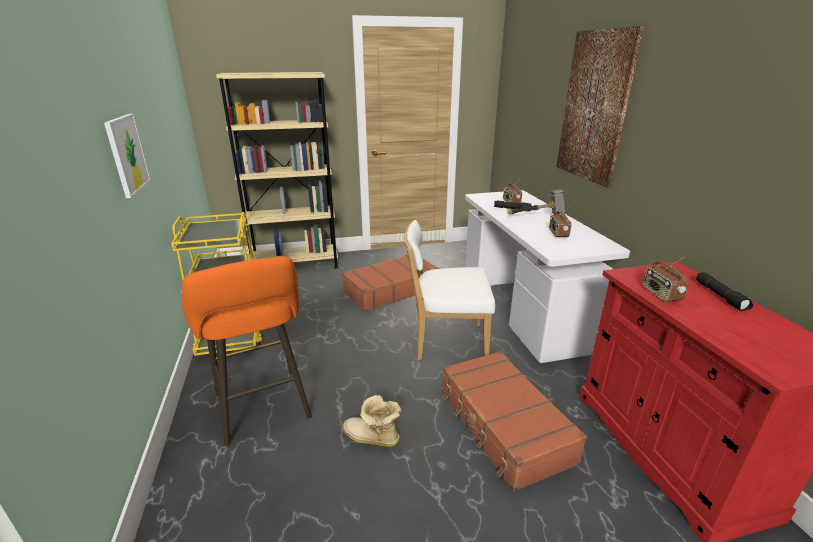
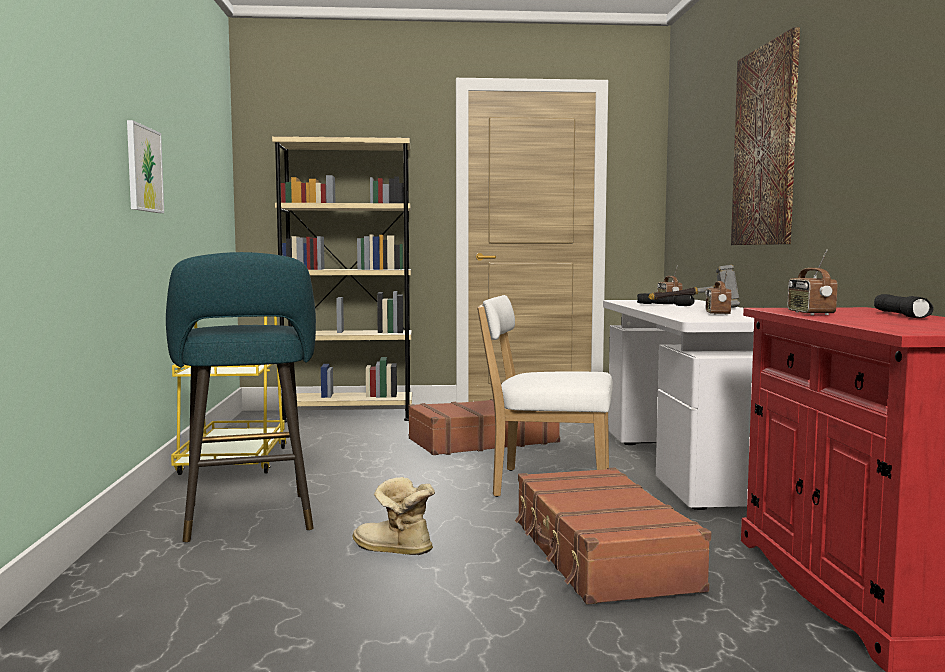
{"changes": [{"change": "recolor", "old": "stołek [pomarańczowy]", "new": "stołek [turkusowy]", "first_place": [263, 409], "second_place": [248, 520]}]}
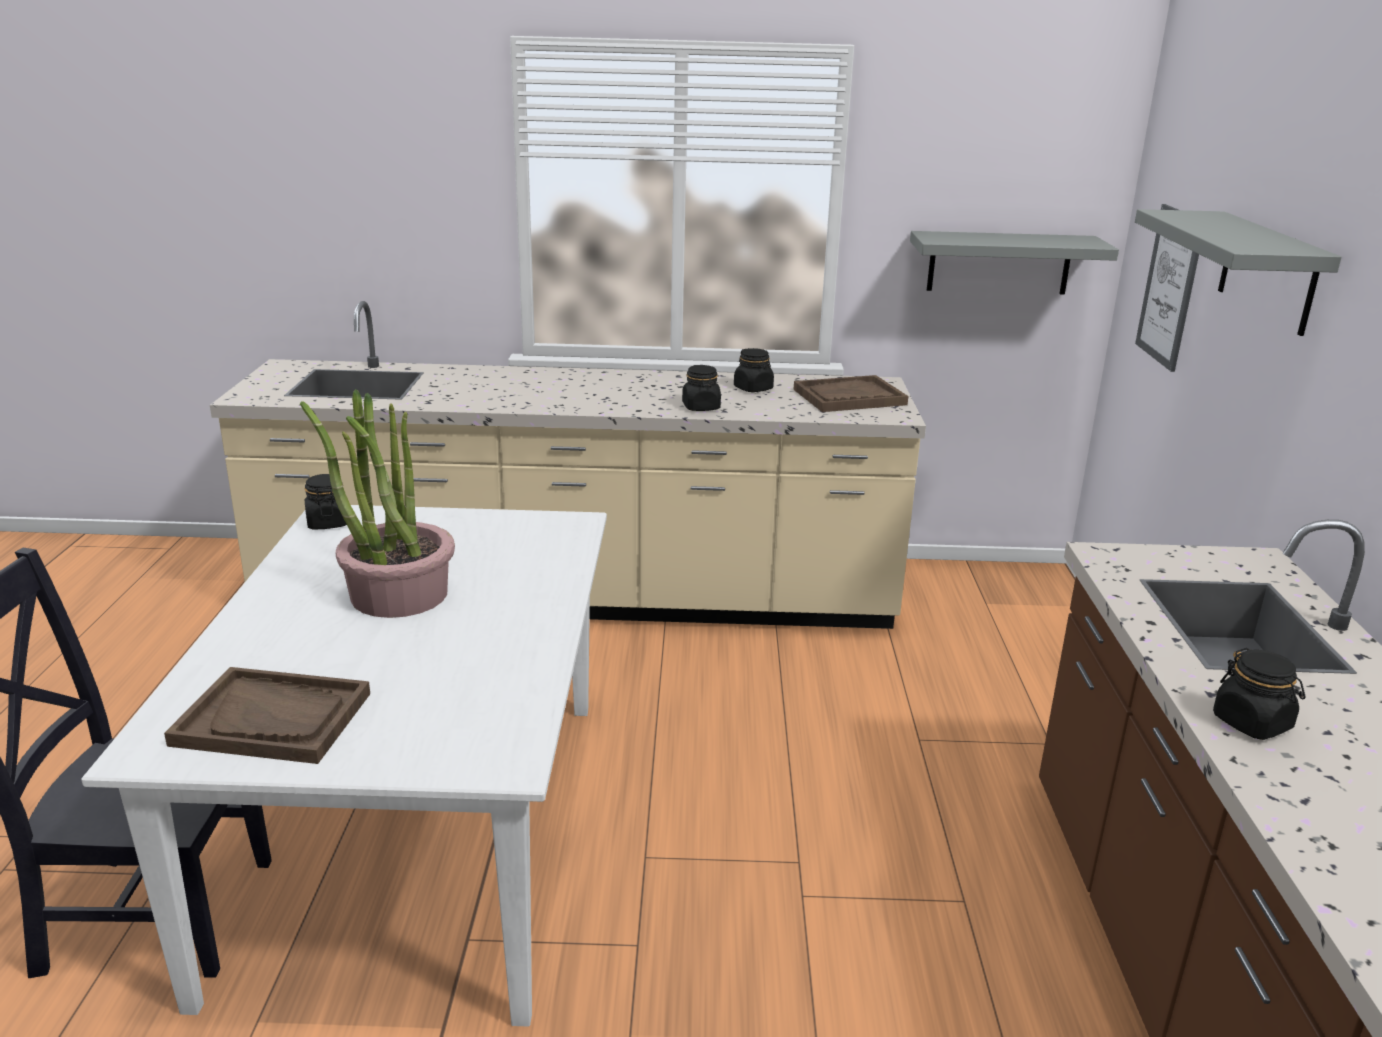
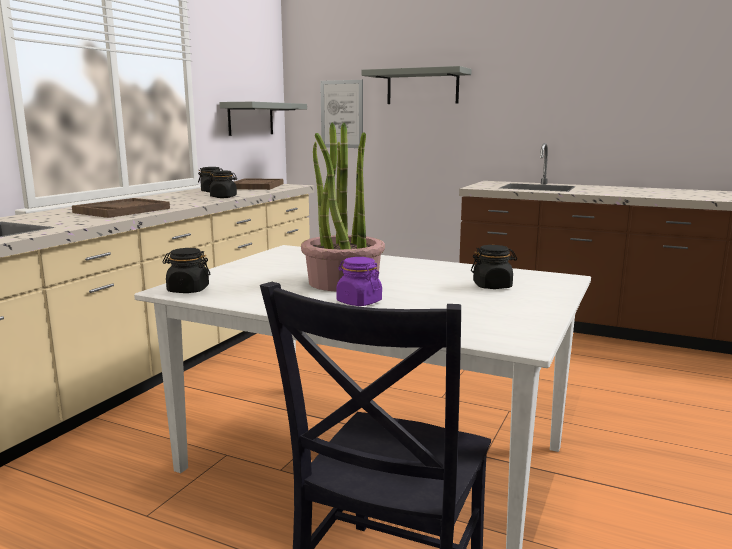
{"changes": [{"change": "move", "old": "słoik [czarny]", "first_place": [1252, 723], "second_place": [492, 286]}, {"change": "move", "old": "taca [brązowy]", "first_place": [273, 719], "second_place": [122, 210]}, {"change": "insert", "new": "słoik [fioletowy]", "second_place": [359, 302]}]}
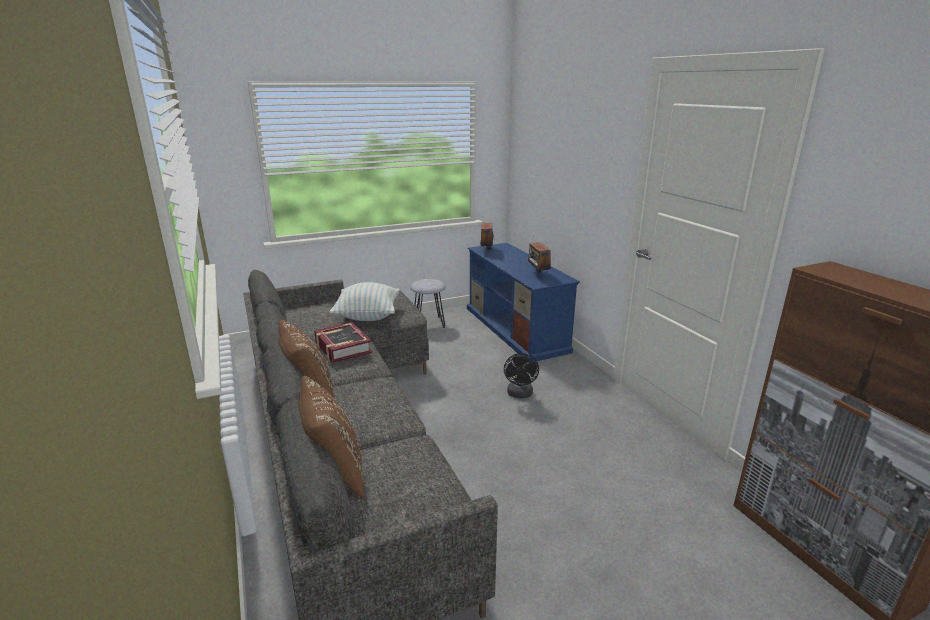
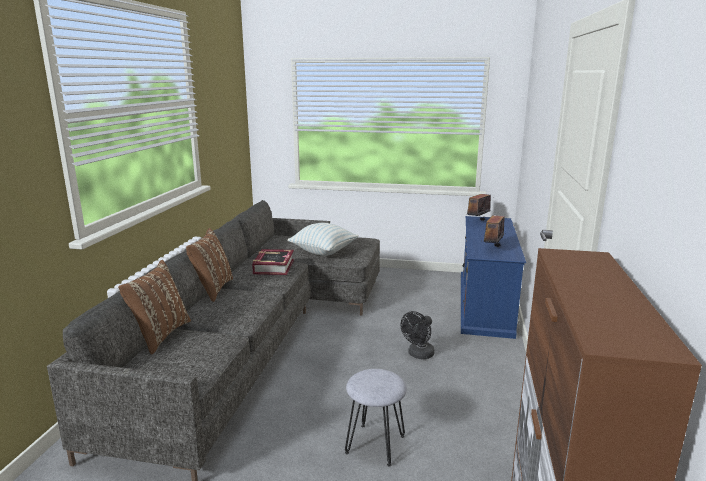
{"changes": [{"change": "move", "old": "stołek [szary]", "first_place": [428, 323], "second_place": [374, 444]}]}
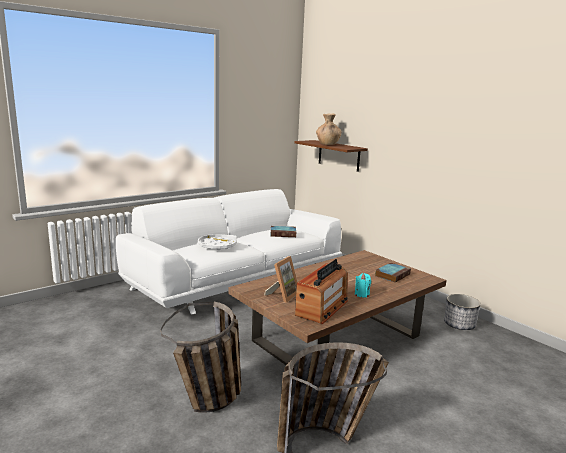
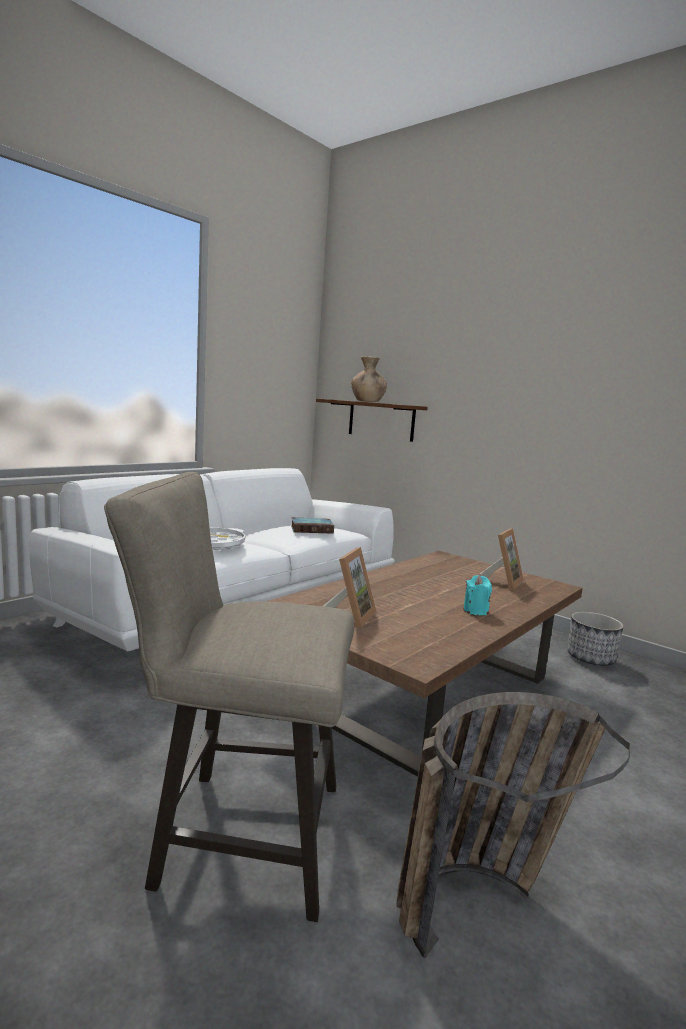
{"changes": [{"change": "delete", "old": "radio", "first_place": [322, 308]}, {"change": "replace", "old": "książka", "new": "ramka na zdjęcie", "first_place": [392, 275], "second_place": [502, 582]}, {"change": "replace", "old": "koszyk", "new": "stołek [beżowy]", "first_place": [210, 403], "second_place": [235, 833]}]}
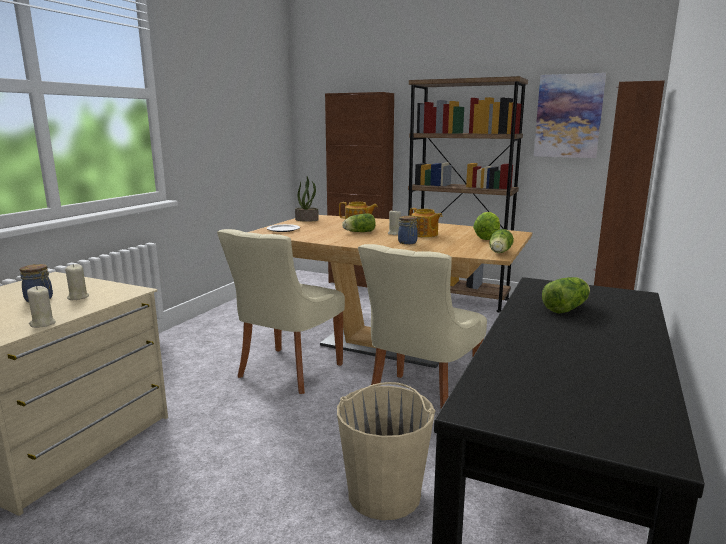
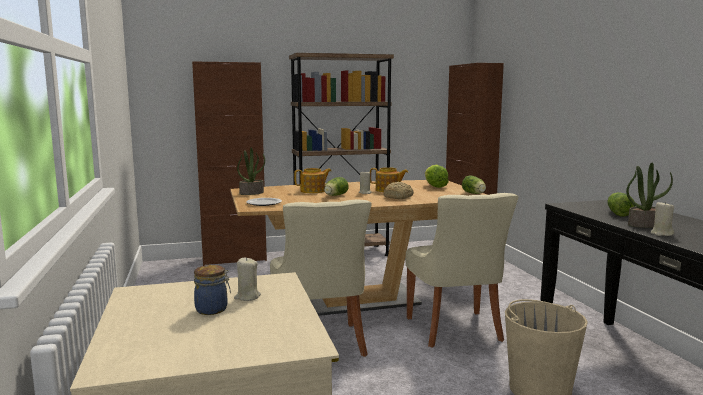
{"changes": [{"change": "delete", "old": "obraz", "first_place": [568, 116]}, {"change": "replace", "old": "słoik", "new": "chleb", "first_place": [407, 242], "second_place": [399, 197]}, {"change": "move", "old": "świeca [beżowy]", "first_place": [42, 324], "second_place": [661, 234]}, {"change": "insert", "new": "roślina doniczkowa", "second_place": [644, 225]}]}
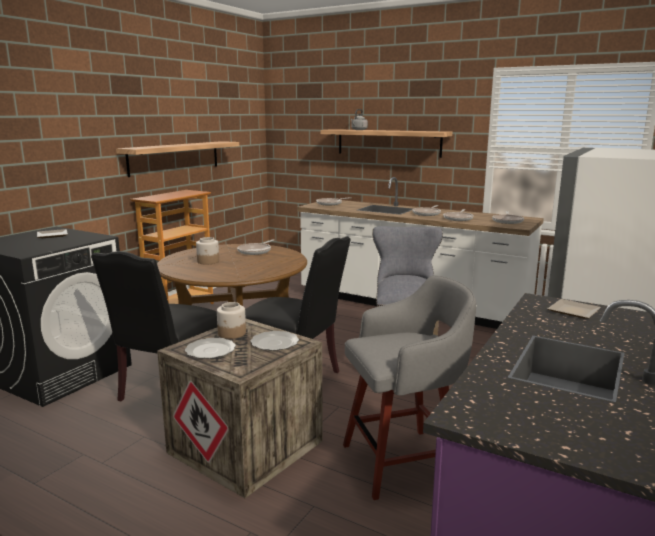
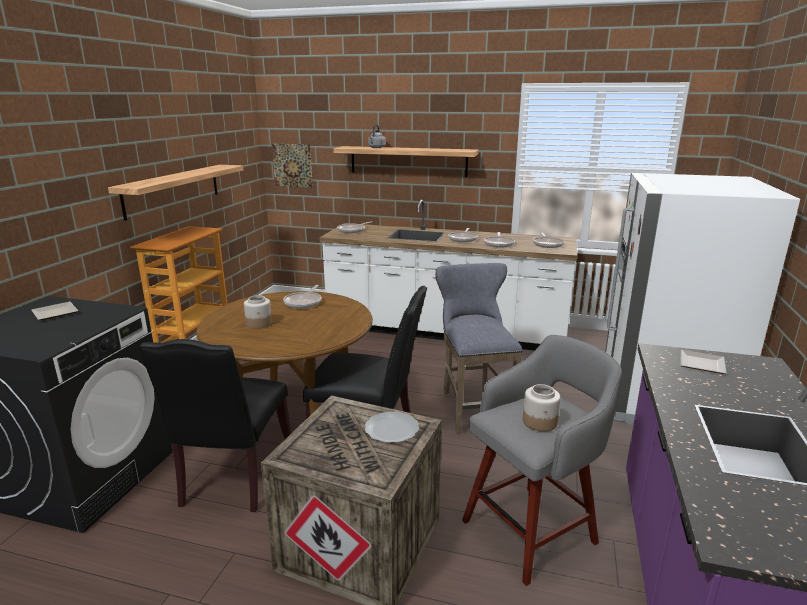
{"changes": [{"change": "move", "old": "słoik", "first_place": [232, 333], "second_place": [540, 422]}, {"change": "delete", "old": "talerz", "first_place": [209, 350]}, {"change": "insert", "new": "obraz", "second_place": [292, 165]}]}
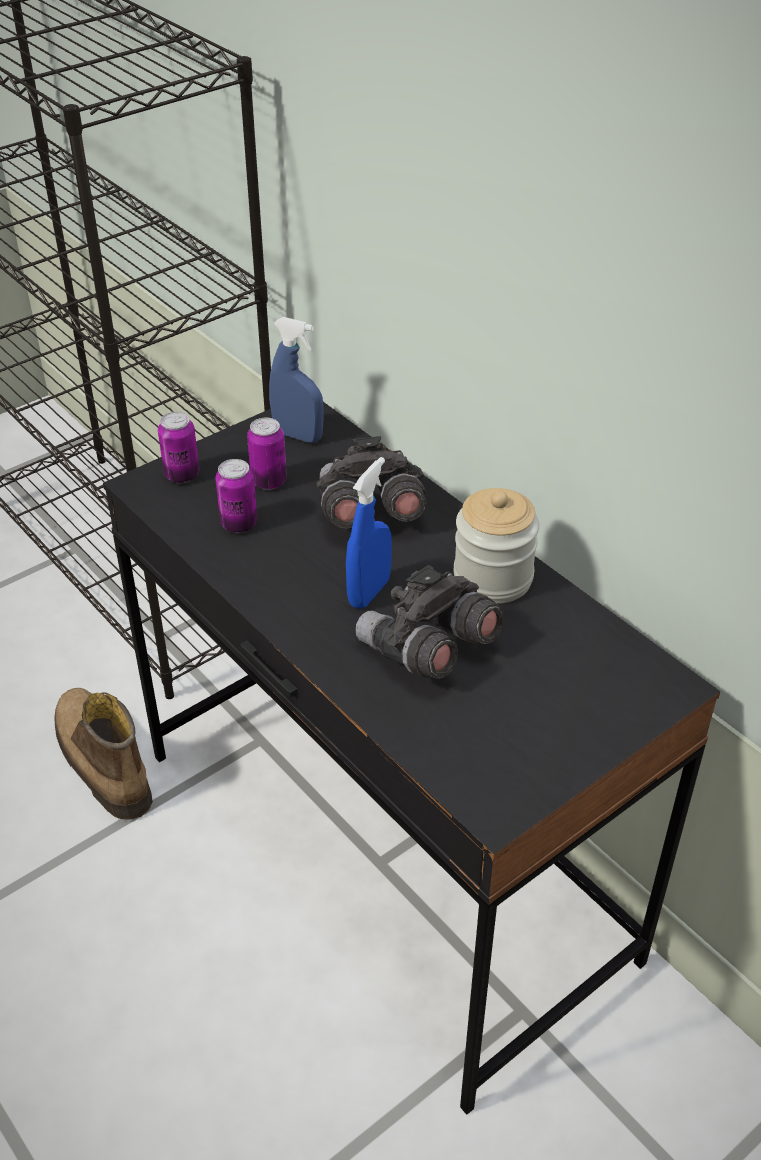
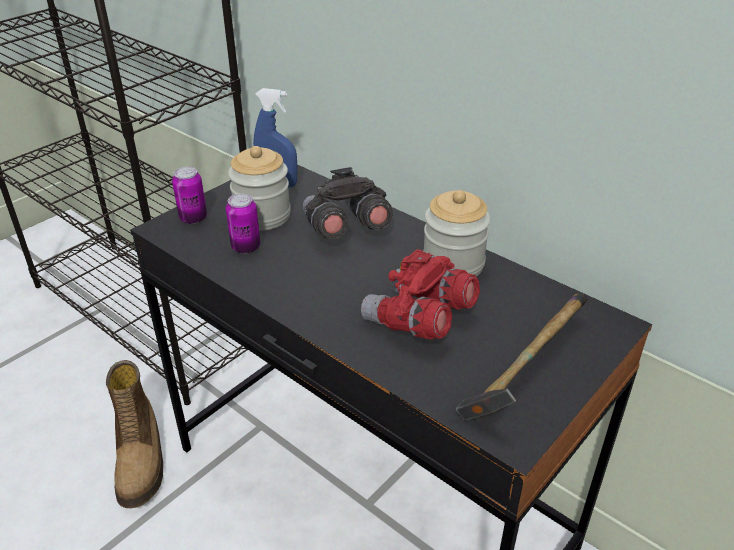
{"changes": [{"change": "replace", "old": "puszka", "new": "słoik", "first_place": [269, 481], "second_place": [262, 216]}, {"change": "delete", "old": "spryskiwacz [niebieski]", "first_place": [369, 592]}, {"change": "recolor", "old": "lornetka [szary]", "new": "lornetka [czerwony]", "first_place": [427, 649], "second_place": [419, 320]}, {"change": "rotate", "old": "but z cholewką", "first_place": [101, 763], "second_place": [141, 459], "degrees": -150}, {"change": "insert", "new": "młotek", "second_place": [525, 371]}]}
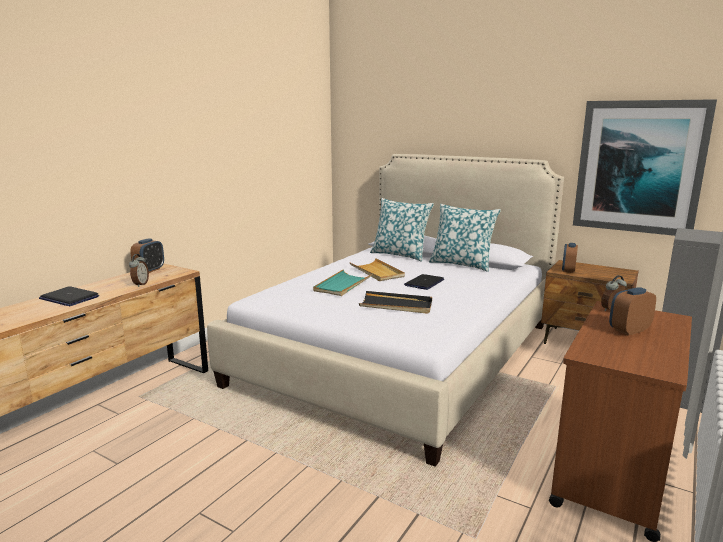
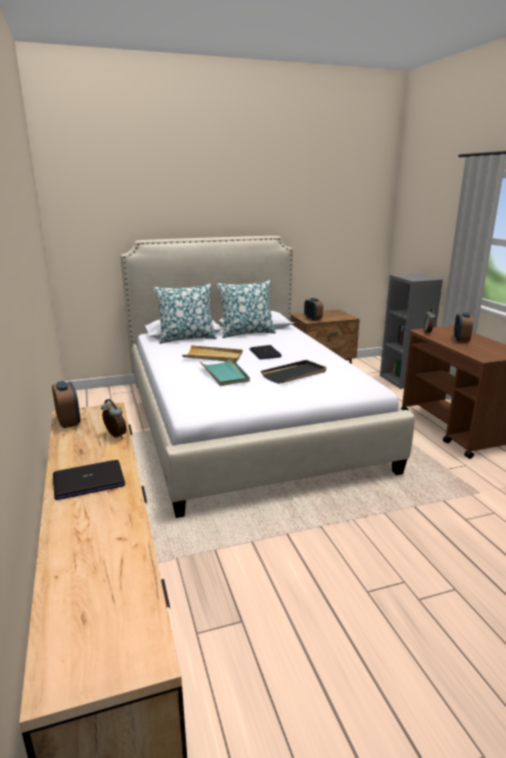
{"changes": [{"change": "delete", "old": "obraz", "first_place": [639, 167]}]}
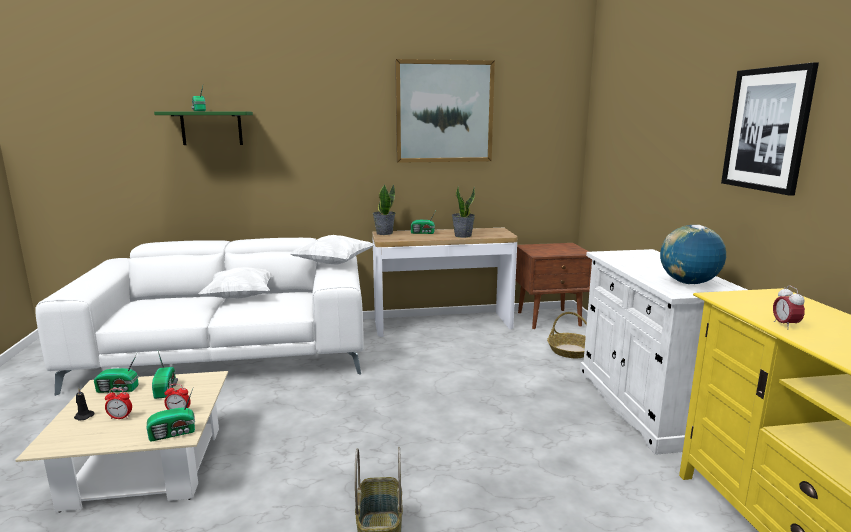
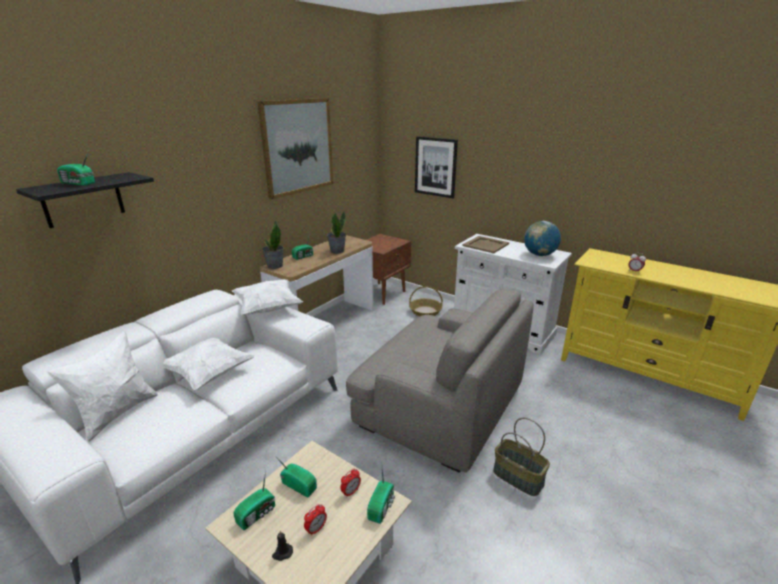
{"changes": [{"change": "move", "old": "obraz", "first_place": [767, 129], "second_place": [435, 167]}, {"change": "recolor", "old": "półka [zielony]", "new": "półka [czarny]", "first_place": [211, 128], "second_place": [83, 200]}, {"change": "insert", "new": "taca [beżowy]", "second_place": [486, 245]}, {"change": "insert", "new": "fotel [szary]", "second_place": [439, 406]}, {"change": "insert", "new": "poduszka [biały]", "second_place": [117, 413]}]}
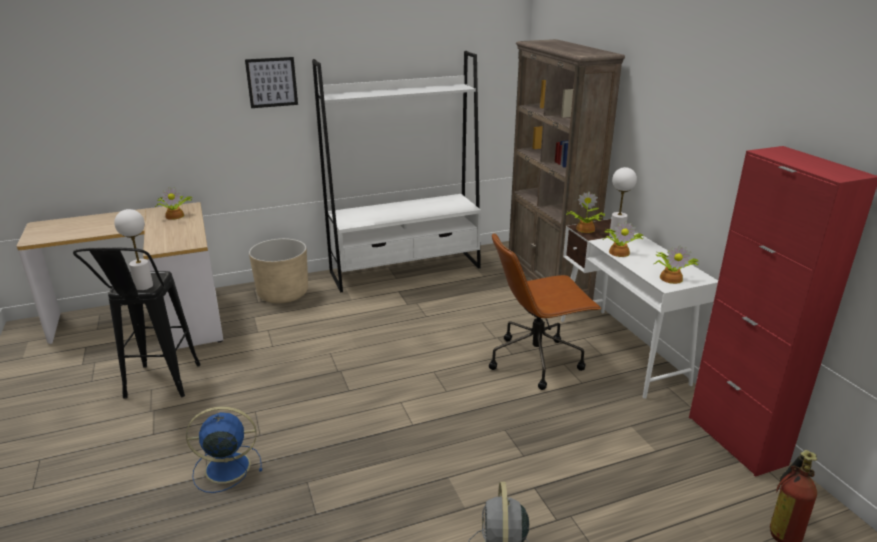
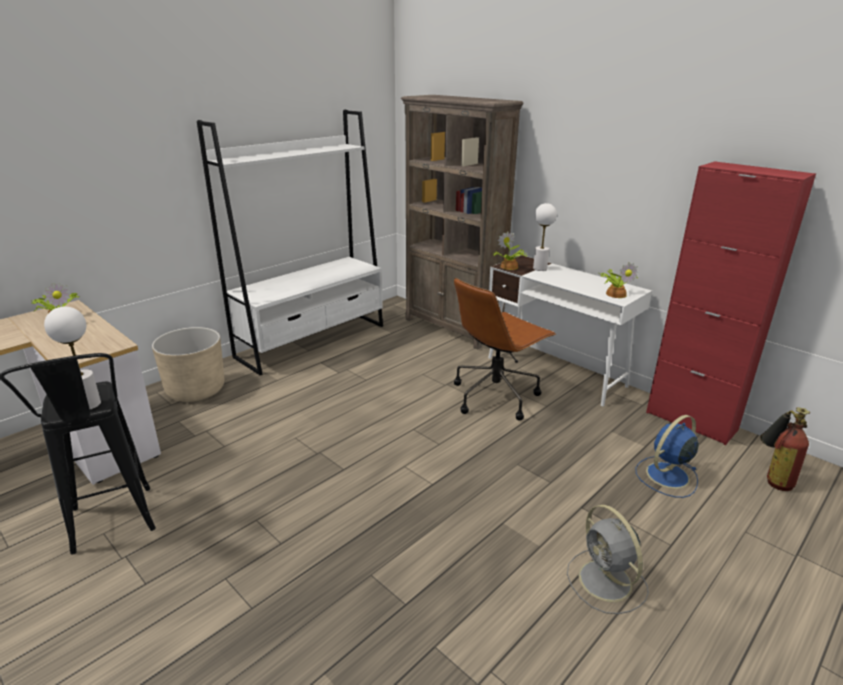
{"changes": [{"change": "delete", "old": "obraz", "first_place": [272, 82]}, {"change": "delete", "old": "roślina doniczkowa", "first_place": [620, 252]}, {"change": "move", "old": "wentylator [niebieski]", "first_place": [225, 468], "second_place": [666, 476]}]}
